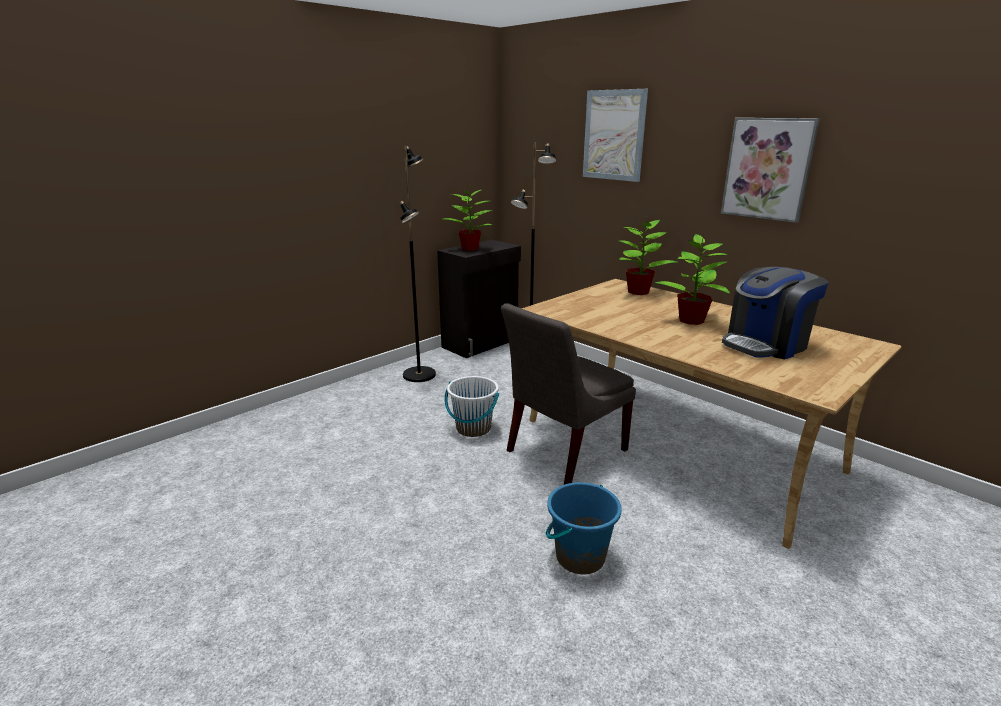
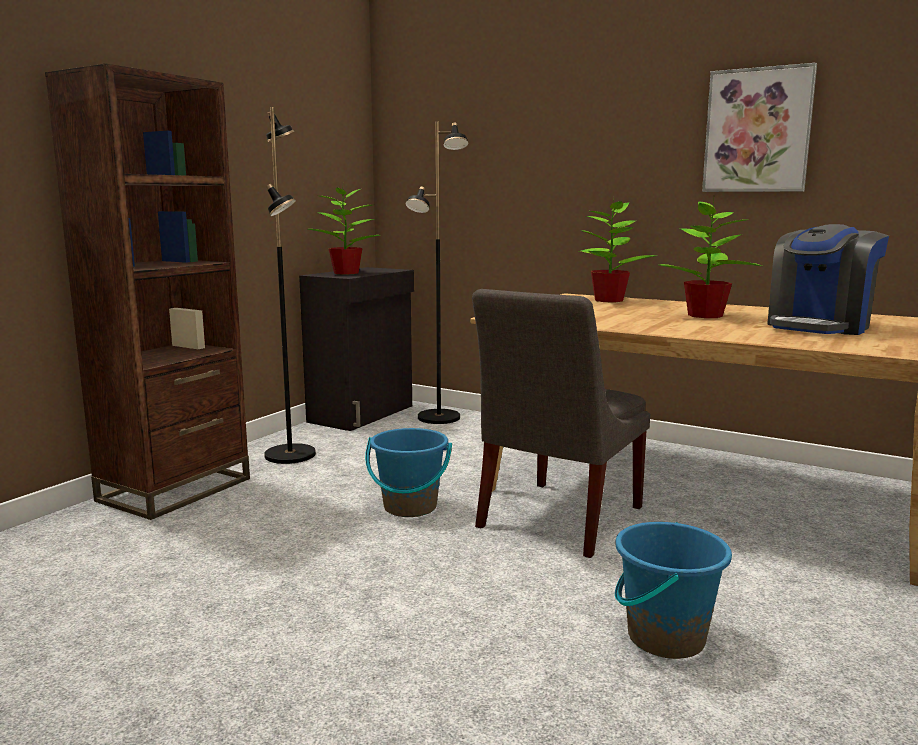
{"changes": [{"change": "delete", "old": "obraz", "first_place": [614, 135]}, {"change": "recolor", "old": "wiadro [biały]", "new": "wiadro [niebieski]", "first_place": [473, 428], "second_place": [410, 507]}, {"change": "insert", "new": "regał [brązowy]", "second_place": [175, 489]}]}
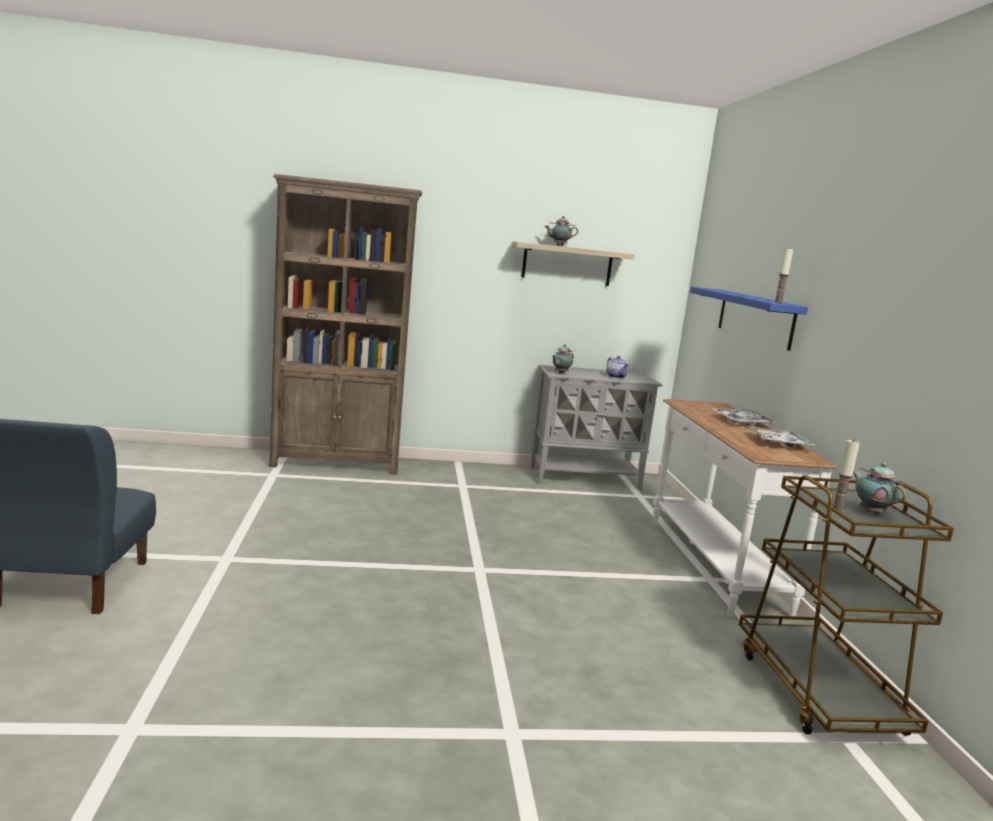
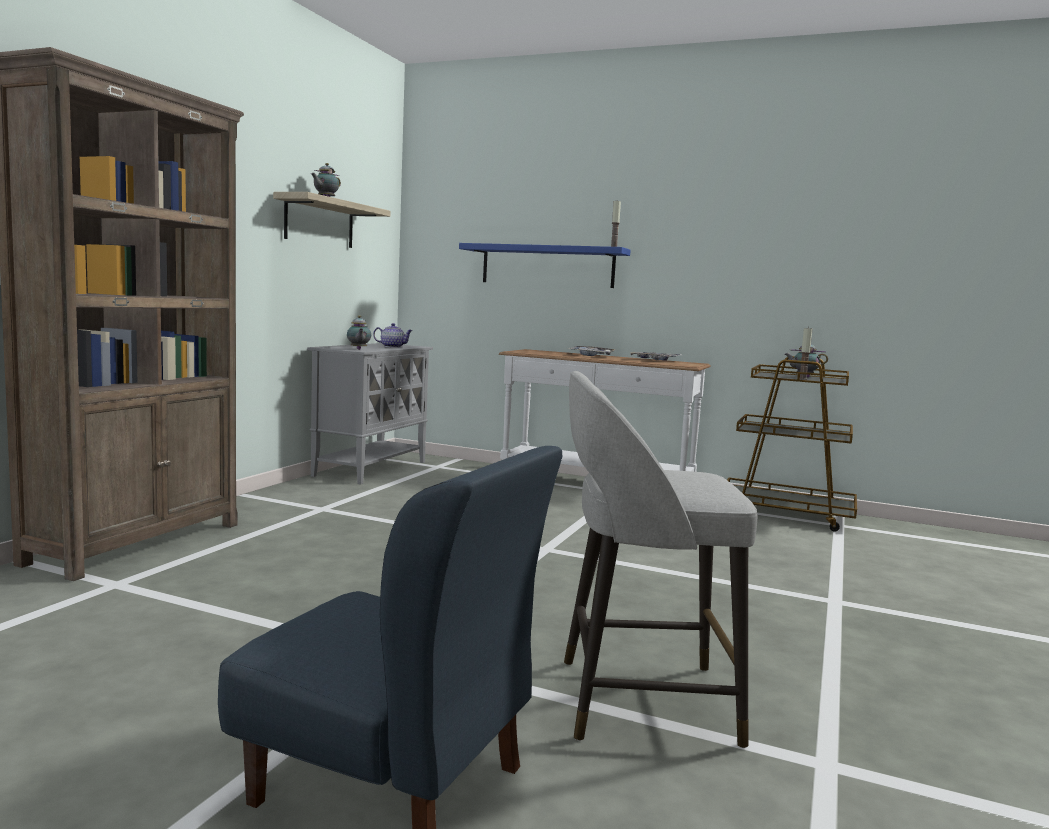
{"changes": [{"change": "insert", "new": "stołek [szary]", "second_place": [639, 700]}]}
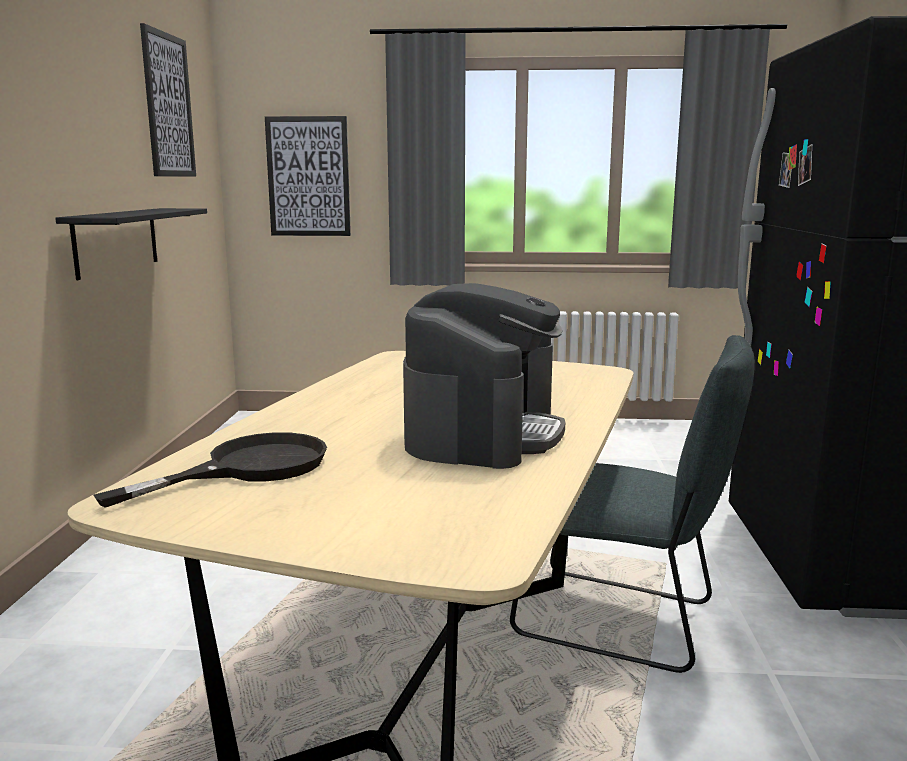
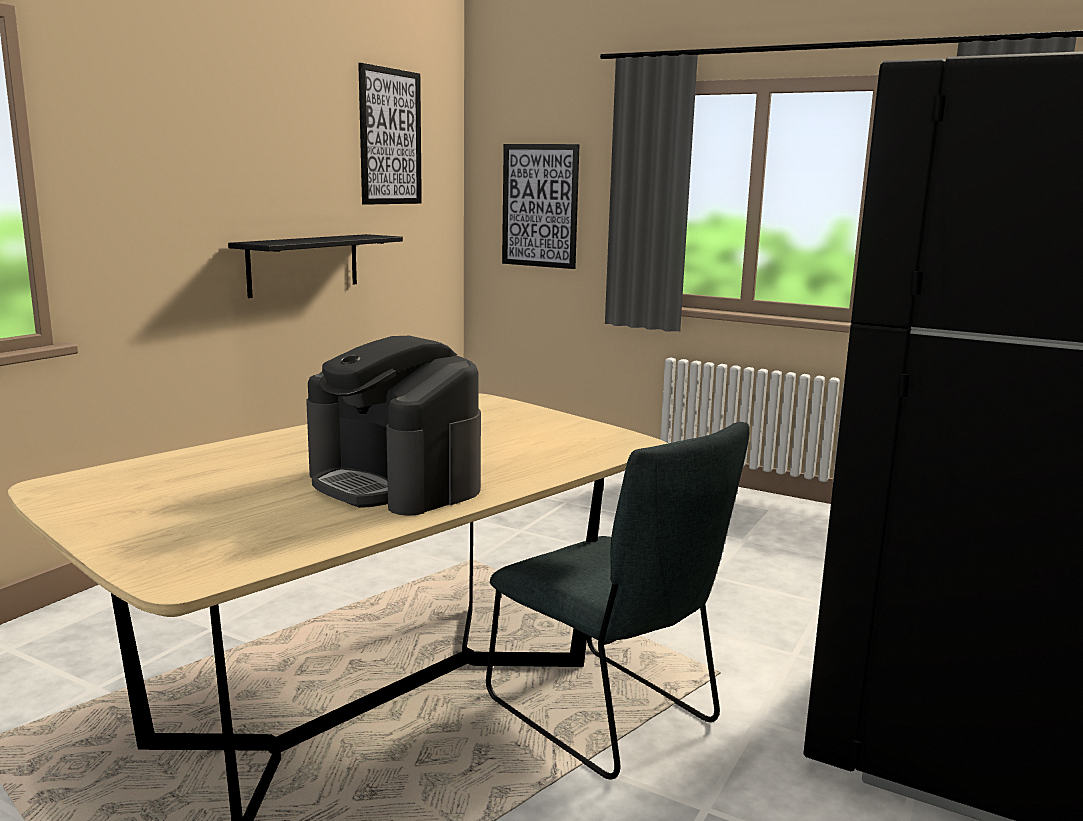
{"changes": [{"change": "rotate", "old": "ekspres do kawy", "first_place": [483, 434], "second_place": [395, 483], "degrees": 90}, {"change": "delete", "old": "patelnia [czarny]", "first_place": [248, 468]}]}
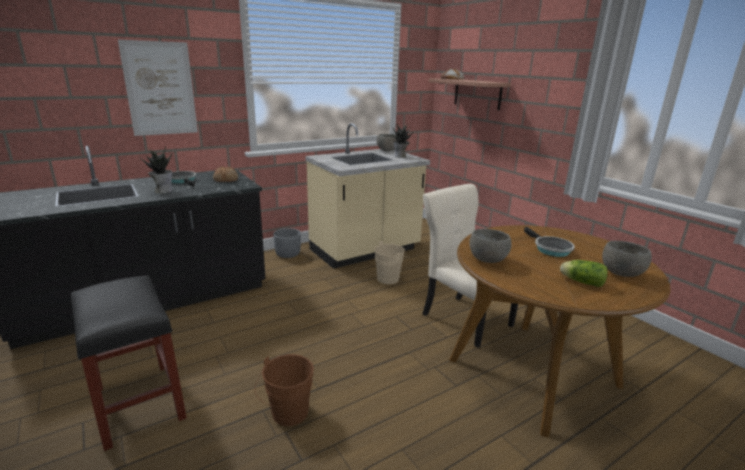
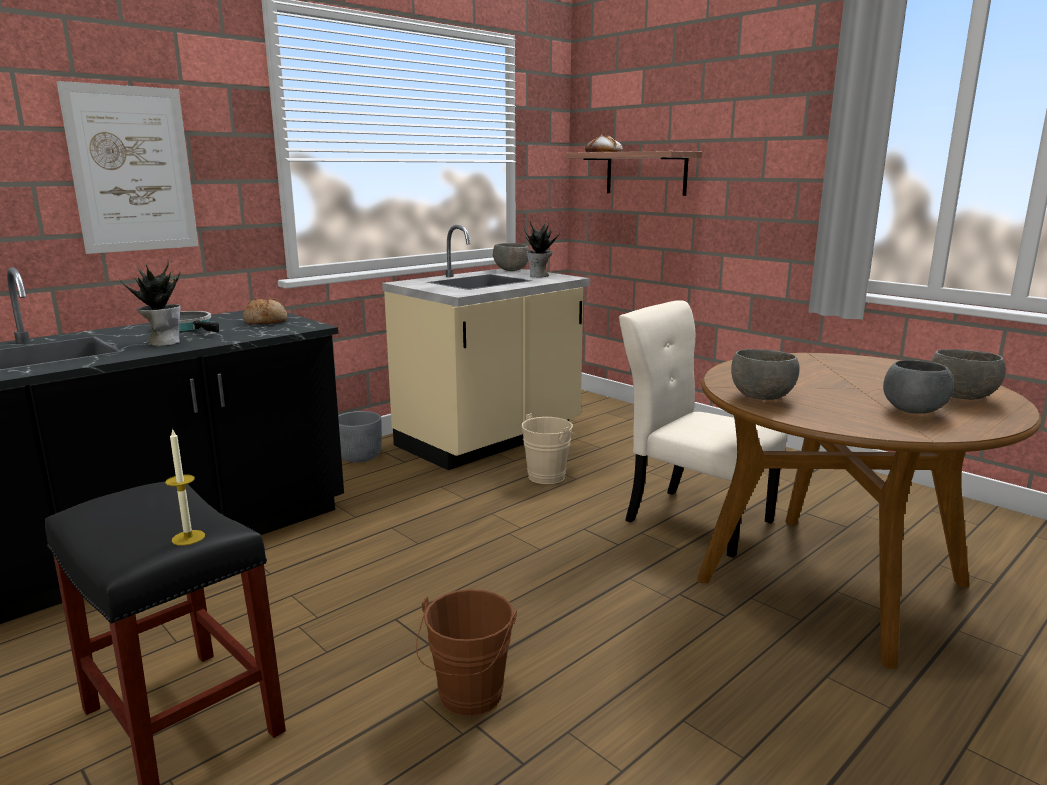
{"changes": [{"change": "delete", "old": "patelnia", "first_place": [550, 249]}, {"change": "replace", "old": "sałata", "new": "miska [szary]", "first_place": [580, 282], "second_place": [914, 411]}, {"change": "insert", "new": "świeca", "second_place": [188, 538]}]}
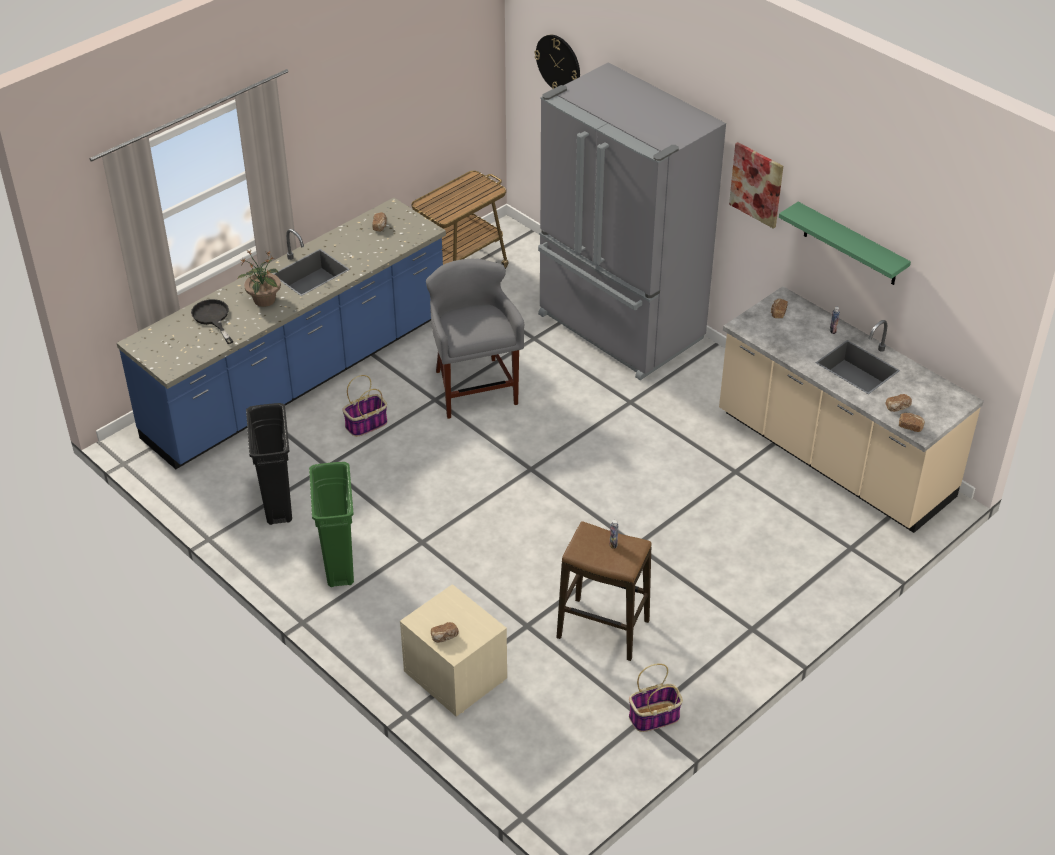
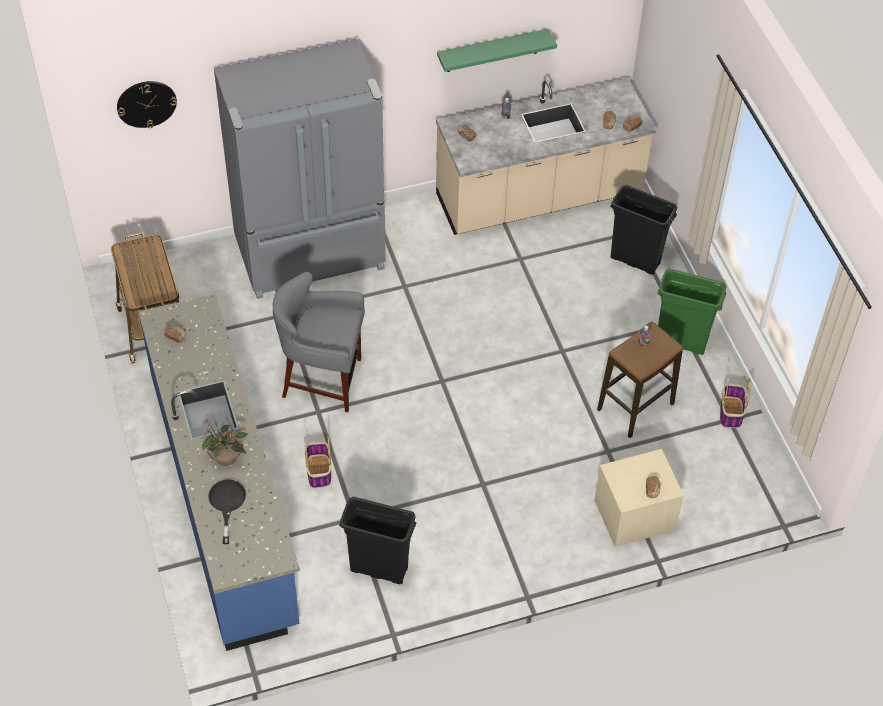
{"changes": [{"change": "delete", "old": "obraz", "first_place": [756, 184]}, {"change": "rotate", "old": "patelnia [czarny]", "first_place": [213, 318], "second_place": [227, 504], "degrees": 90}, {"change": "move", "old": "kosz na śmieci [zielony]", "first_place": [339, 564], "second_place": [681, 342]}, {"change": "insert", "new": "kosz na śmieci [czarny]", "second_place": [634, 260]}]}
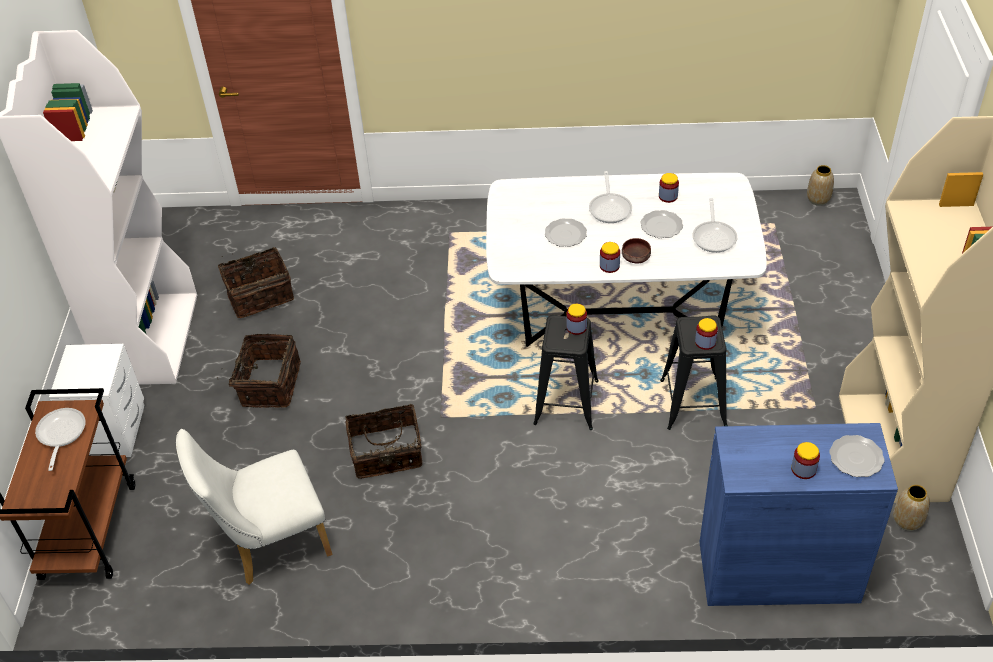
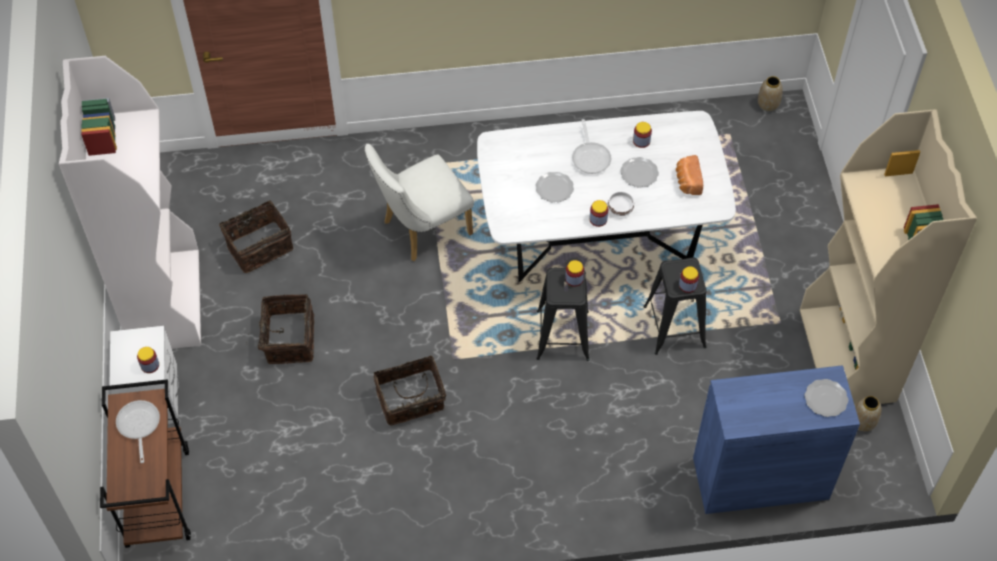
{"changes": [{"change": "replace", "old": "patelnia", "new": "chleb", "first_place": [714, 236], "second_place": [687, 181]}, {"change": "recolor", "old": "miska [brązowy]", "new": "miska [biały]", "first_place": [636, 257], "second_place": [621, 208]}, {"change": "move", "old": "krzesło [biały]", "first_place": [270, 544], "second_place": [421, 230]}, {"change": "move", "old": "słoik", "first_place": [803, 469], "second_place": [150, 365]}]}
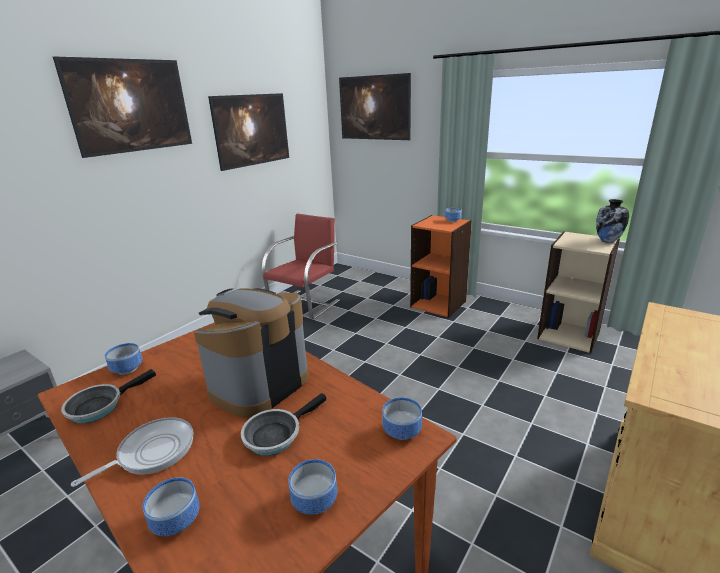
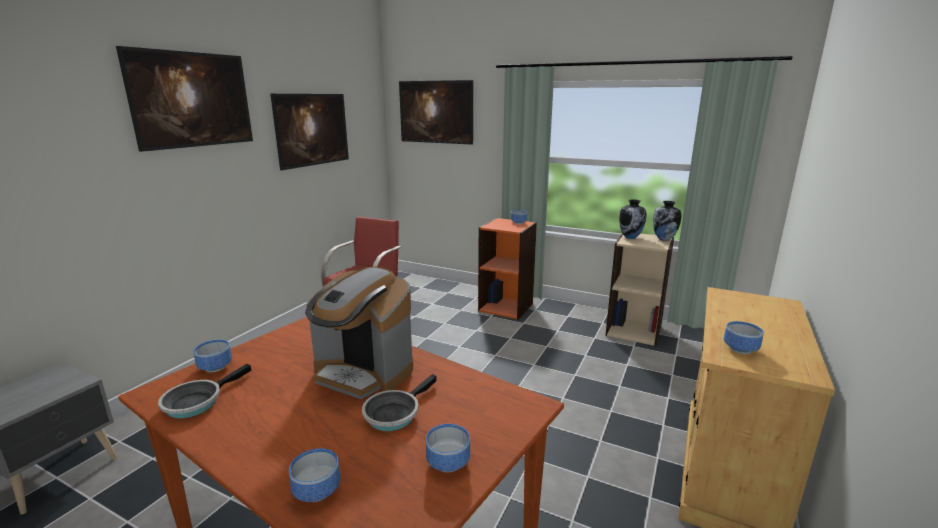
{"changes": [{"change": "rotate", "old": "ekspres do kawy", "first_place": [259, 384], "second_place": [363, 373], "degrees": -90}, {"change": "move", "old": "miska", "first_place": [400, 431], "second_place": [739, 349]}, {"change": "delete", "old": "patelnia", "first_place": [152, 452]}, {"change": "insert", "new": "wazon", "second_place": [630, 237]}]}
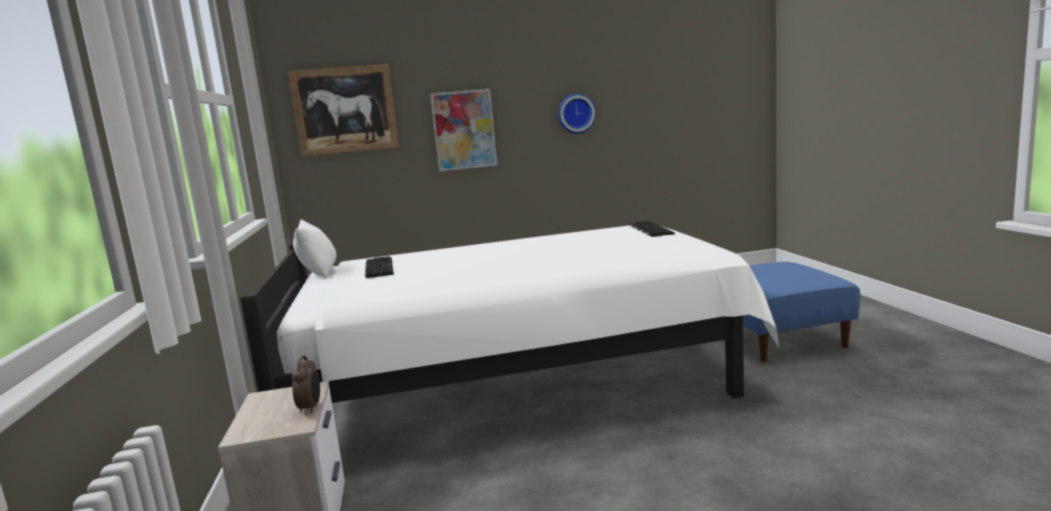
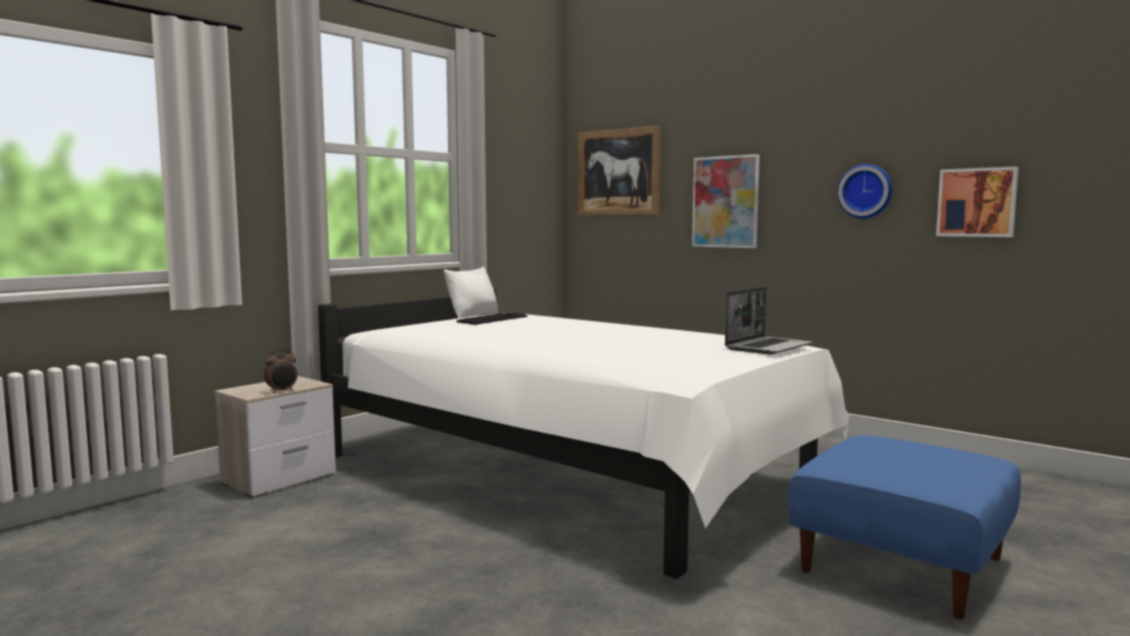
{"changes": [{"change": "replace", "old": "klawiatura", "new": "laptop", "first_place": [649, 229], "second_place": [768, 347]}, {"change": "insert", "new": "obraz", "second_place": [977, 202]}]}
